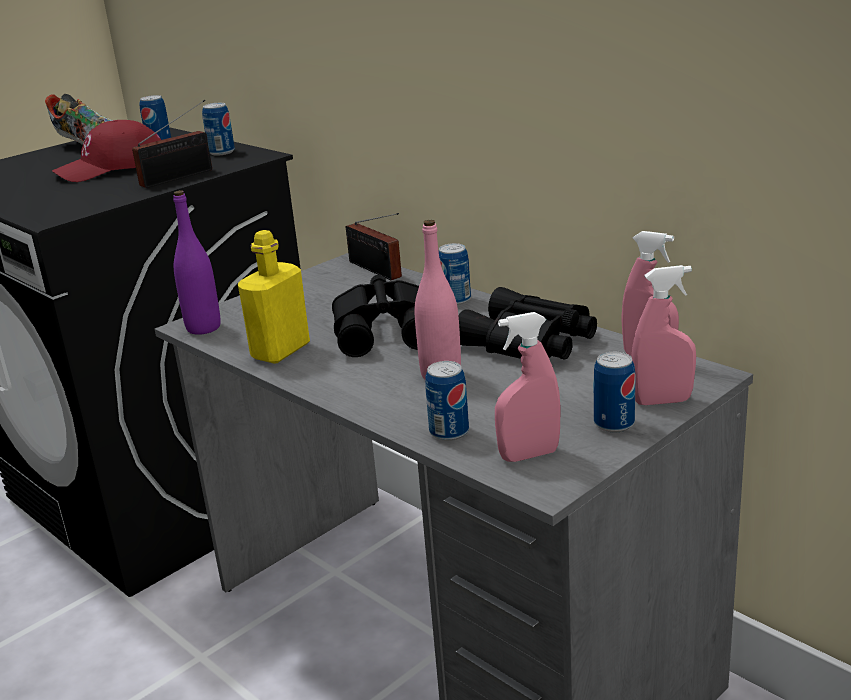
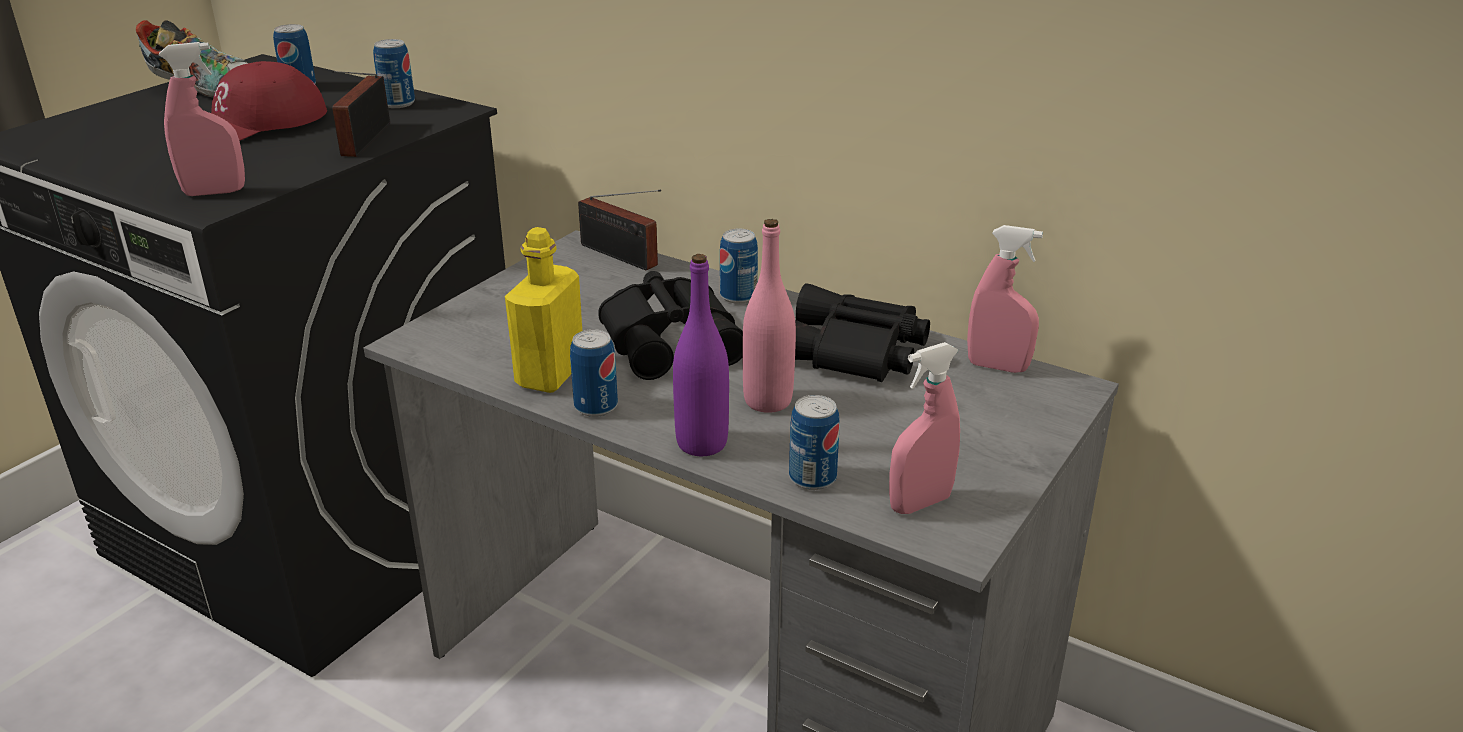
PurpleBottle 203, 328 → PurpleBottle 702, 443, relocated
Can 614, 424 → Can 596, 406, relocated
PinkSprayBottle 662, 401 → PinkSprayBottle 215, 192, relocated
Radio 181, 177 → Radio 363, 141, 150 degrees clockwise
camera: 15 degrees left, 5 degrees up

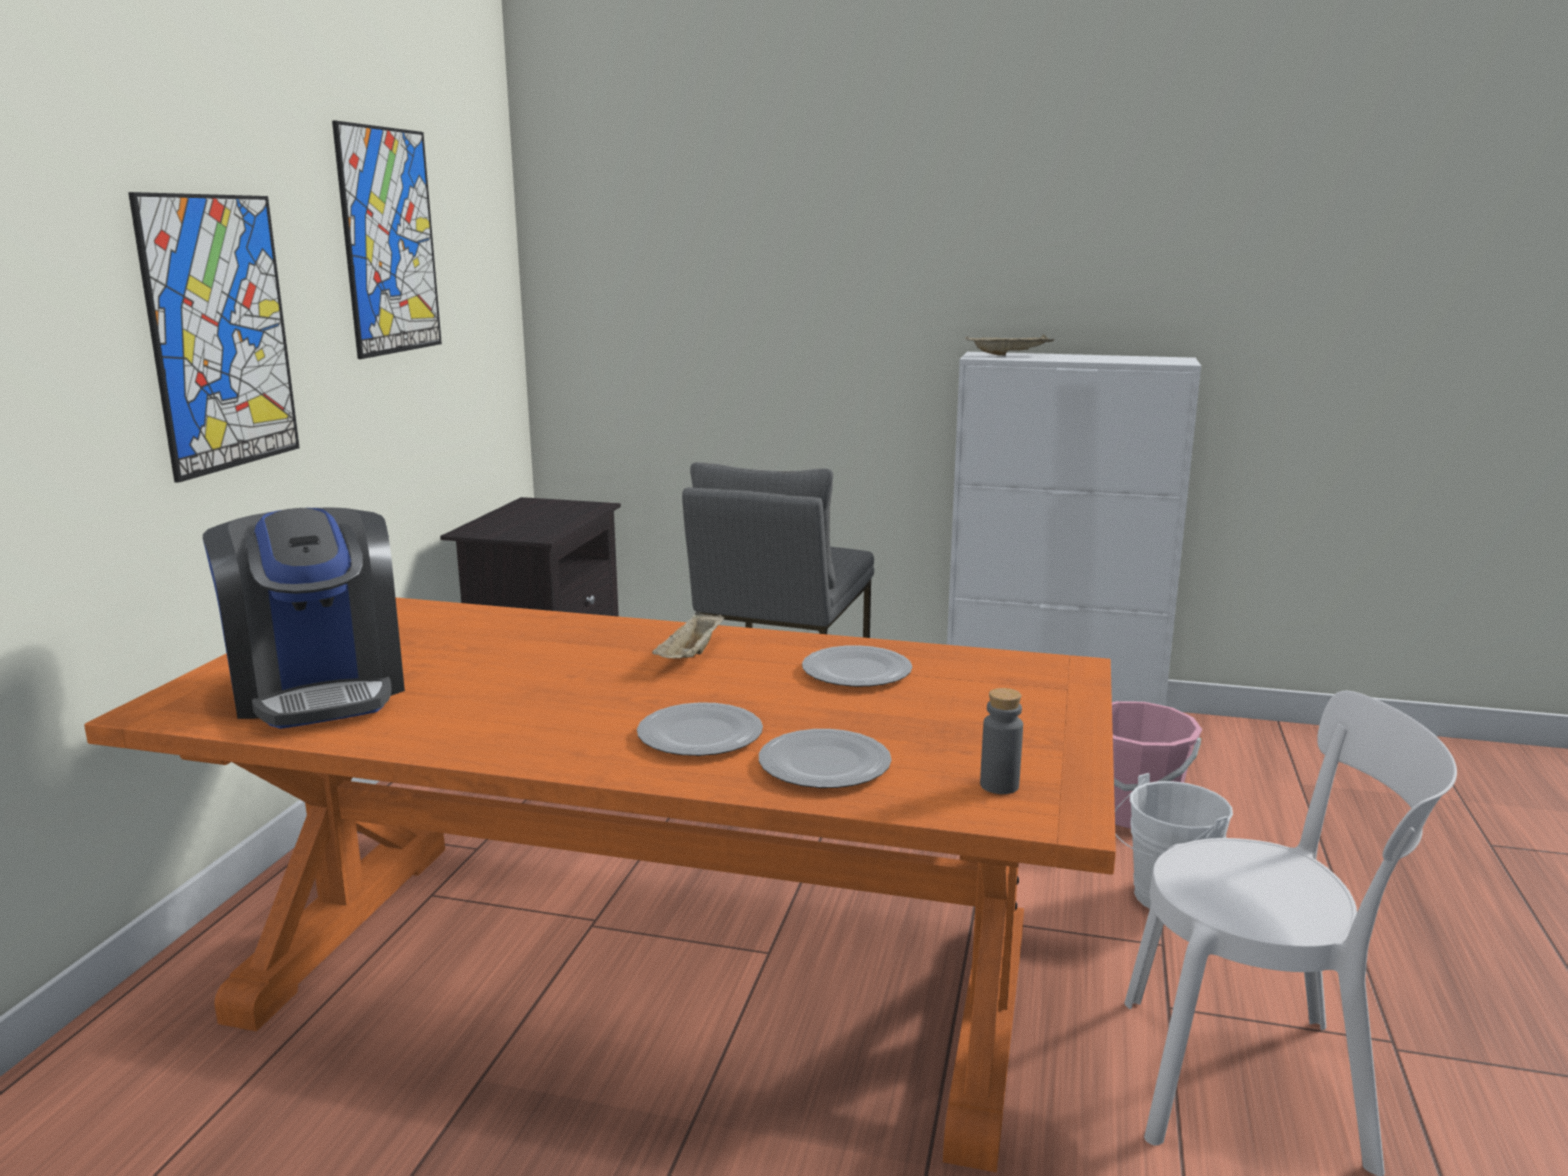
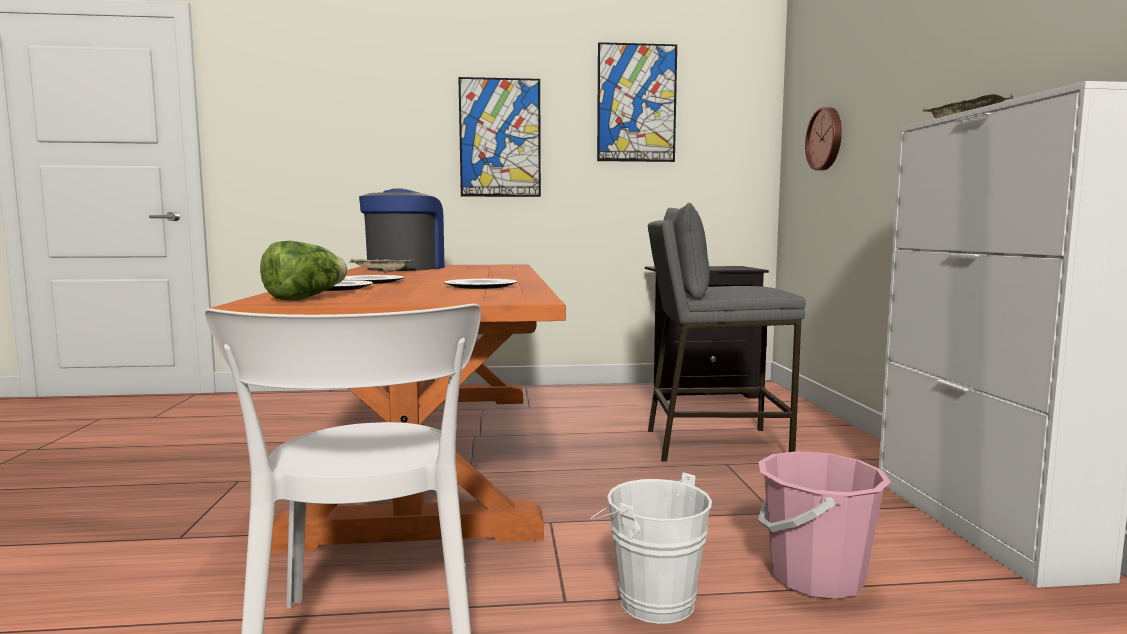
- → WallClock 826, 139
BeigeTray 691, 656 → BeigeTray 380, 272, relocated
GreyBottle 999, 785 → Lettuce 305, 298
CoffeeMachine 319, 689 → CoffeeMachine 406, 268, 150 degrees clockwise
camera: 70 degrees right, 10 degrees down

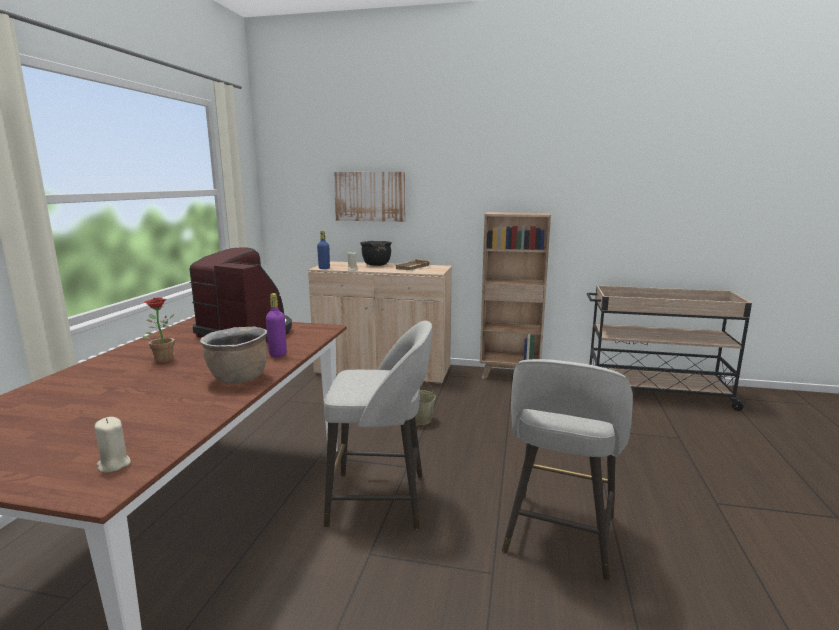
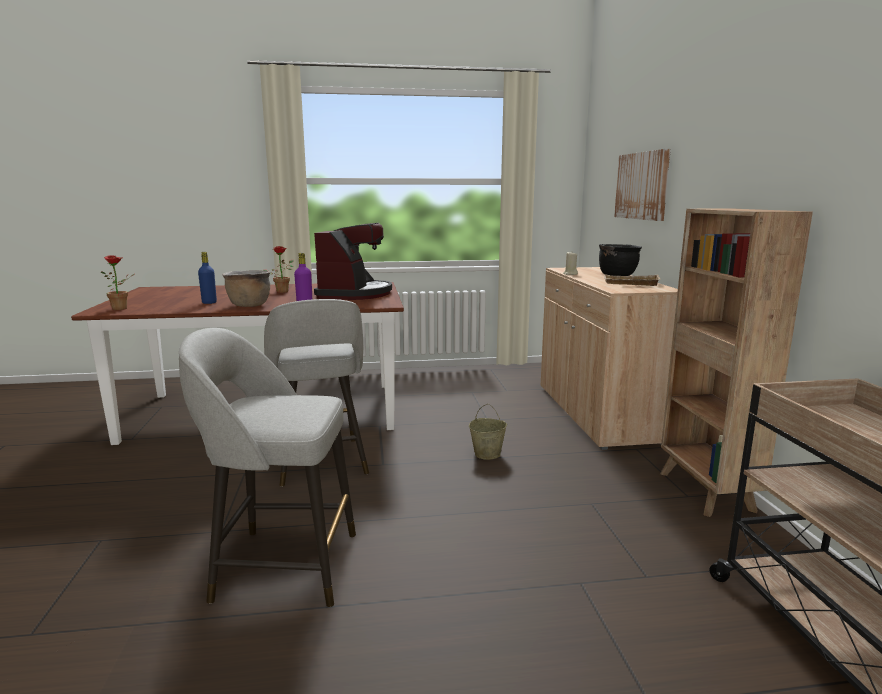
BlueBottle 324, 268 → BlueBottle 209, 302, relocated
BeigeCandle 114, 464 → PottedPlant 123, 308
camera: 70 degrees right, 0 degrees up

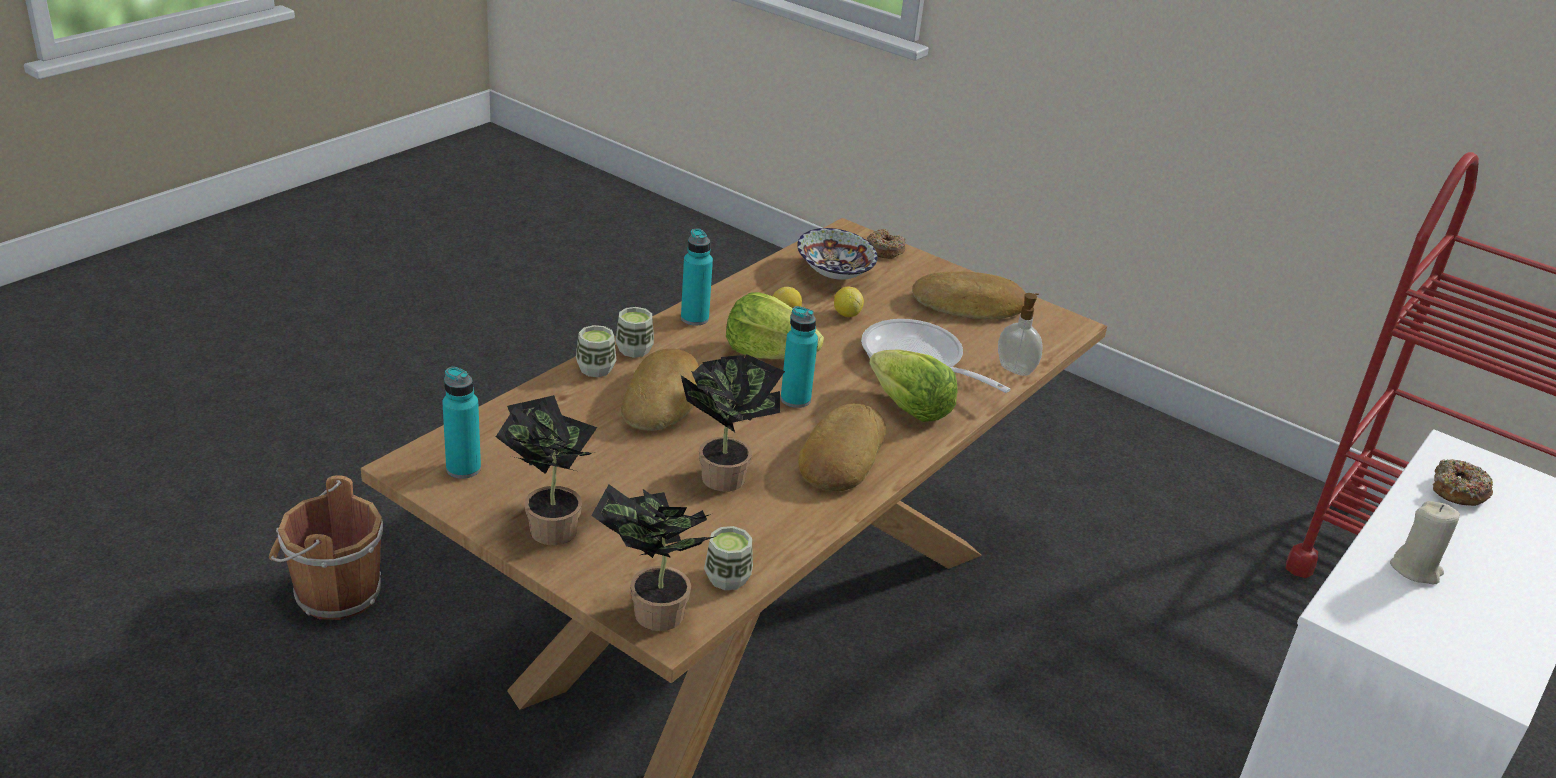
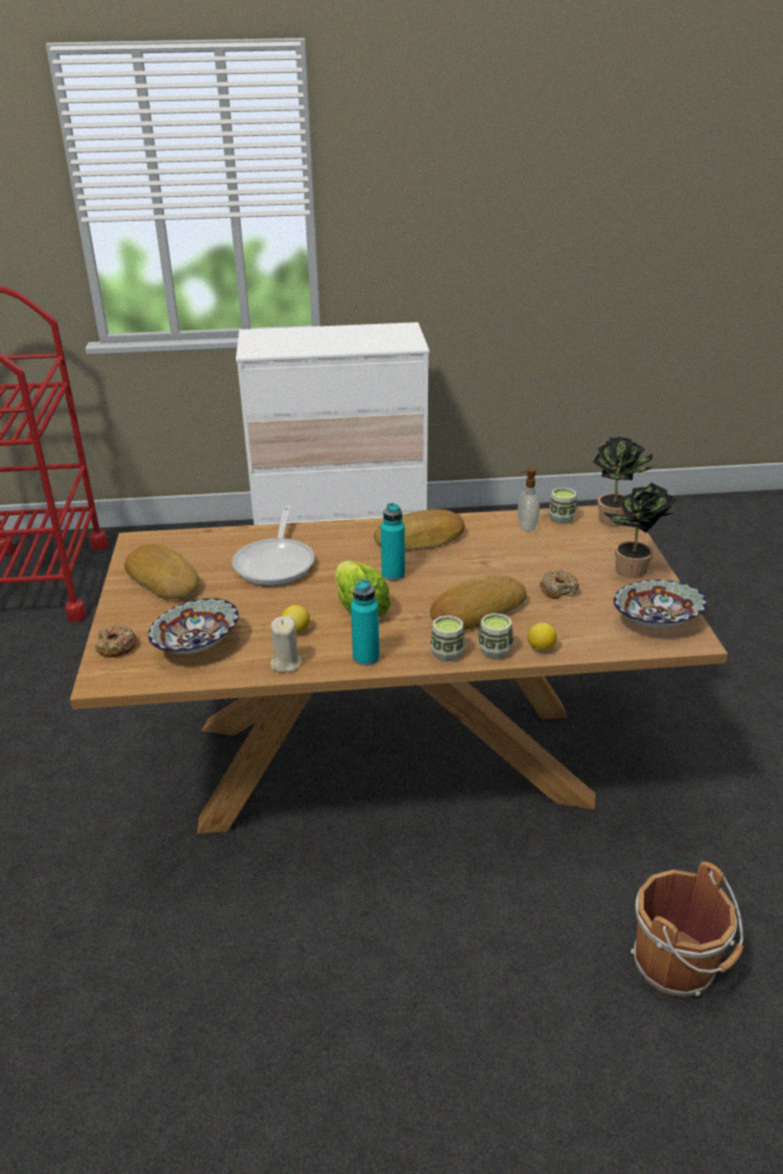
PottedPlant 725, 474 → -
Lettuce 909, 408 → -
Lemon 846, 314 → Lemon 541, 648, relocated
SoapDispenser 1016, 369 → SoapDispenser 526, 527, relocated
BeigeCandle 1416, 569 → BeigeCandle 285, 663, relocated
Donut 1457, 491 → Donut 558, 590, relocated
TurquoiseBottle 463, 468 → Bowl 656, 622
camera: 130 degrees left, 0 degrees up

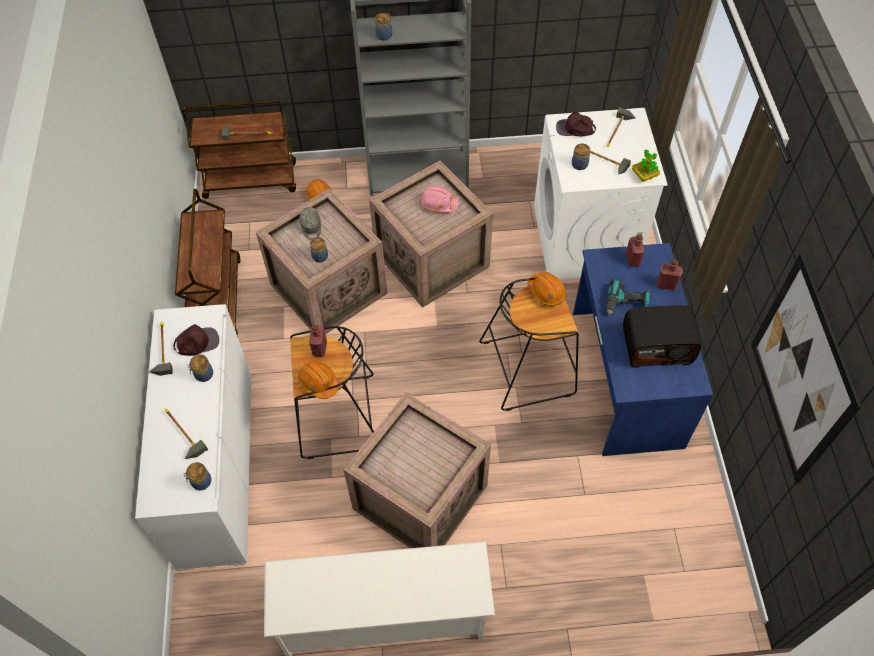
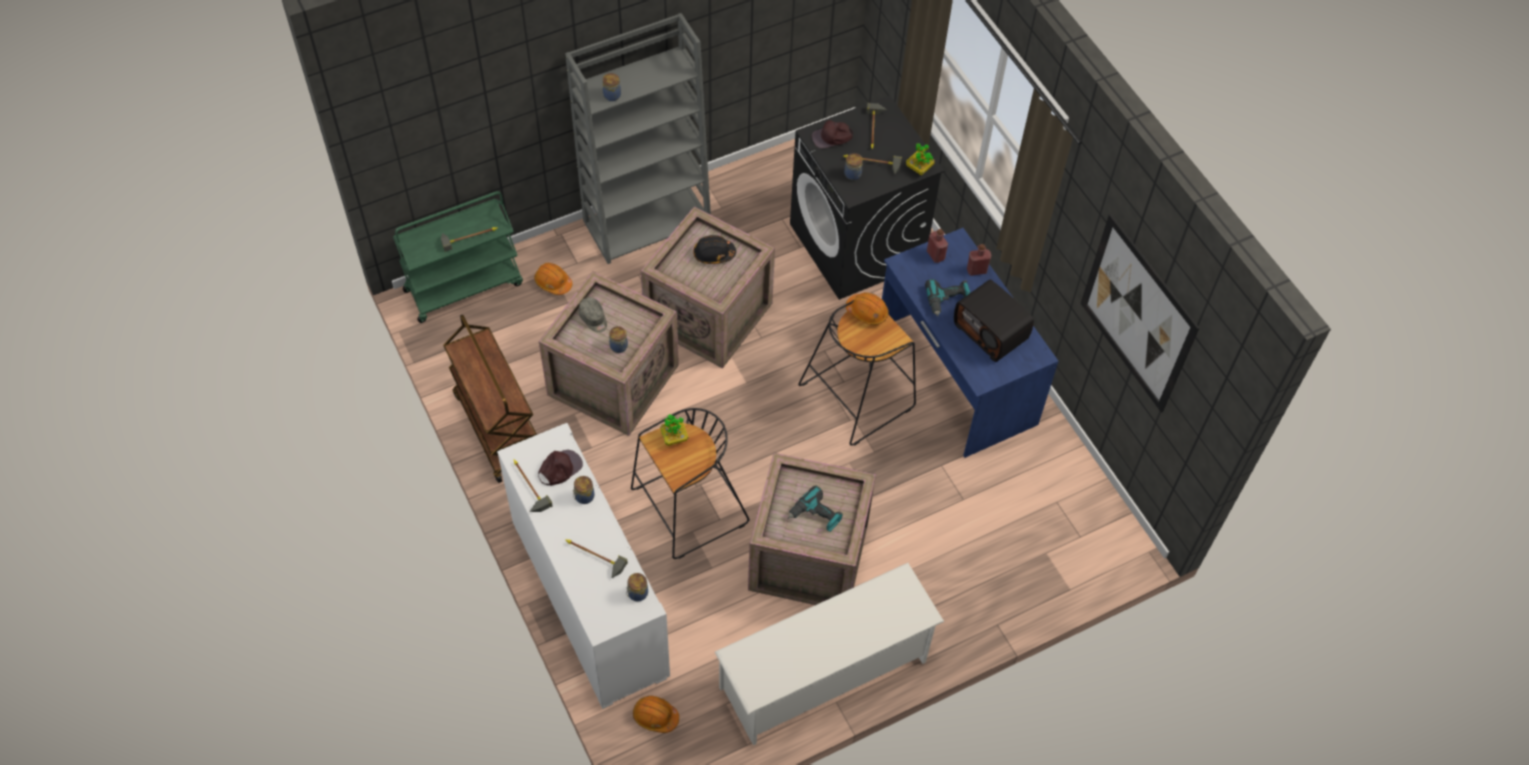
- → PowerDrill 815, 516
OrangeHardHat 319, 382 → OrangeHardHat 655, 716, relocated
RedBottle 319, 349 → PottedPlant 674, 437
BrownCart 251, 180 → GreenCart 464, 286
PinkHardHat 438, 204 → BlackHardHat 713, 254
WhiteWashingMachine 585, 240 → BlackWashingMachine 857, 245
Radio 657, 346 → Radio 991, 331, 75 degrees clockwise
camera: 25 degrees left, 0 degrees up

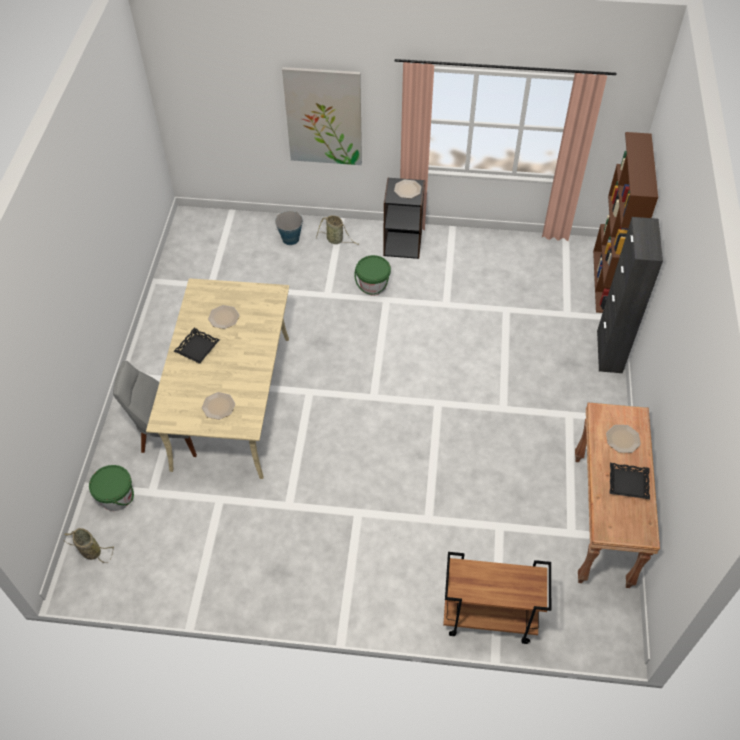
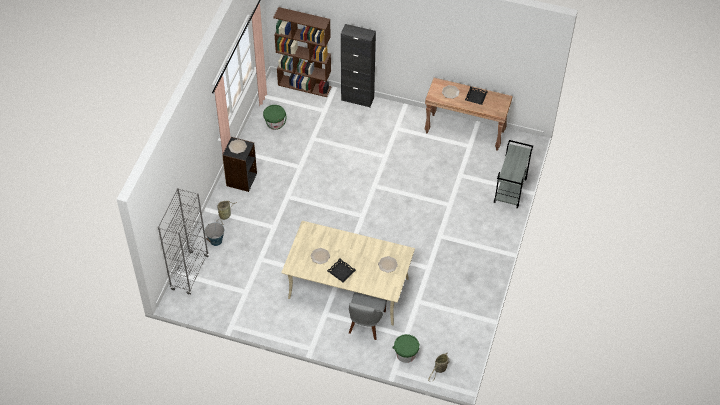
Picture 324, 117 → -
- → GreyBookcase 189, 272
GreenBucket 373, 285 → GreenBucket 275, 123, relocated
BrownCart 488, 617 → GreyCart 510, 191
camera: 80 degrees left, 0 degrees up

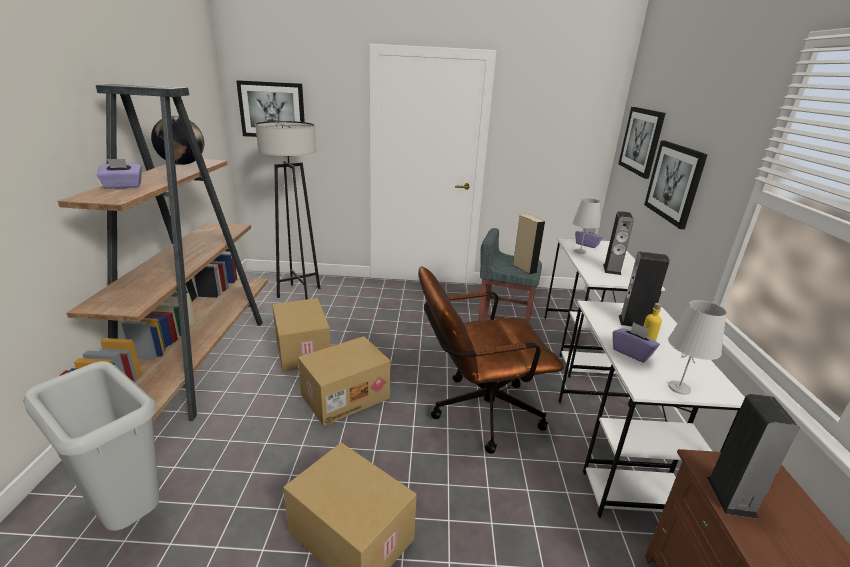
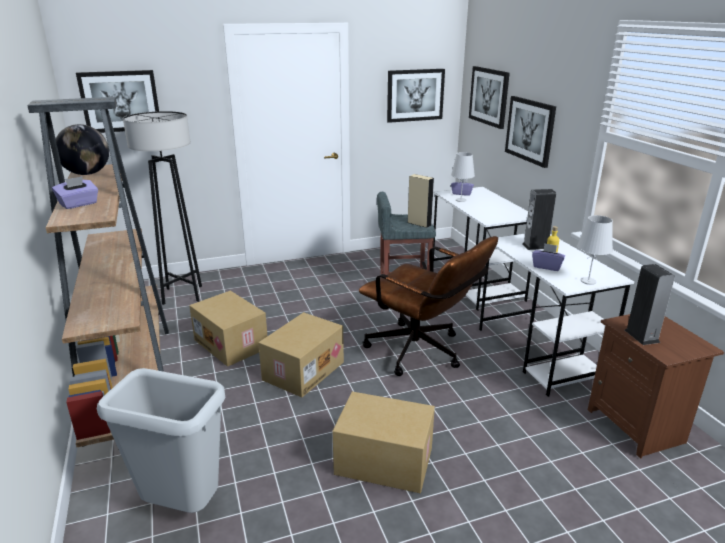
Speaker 612, 269 → -
- → Picture 415, 95
BrownOfficeChair 476, 412 → BrownOfficeChair 422, 353, 105 degrees counterclockwise
camera: 20 degrees left, 0 degrees up

